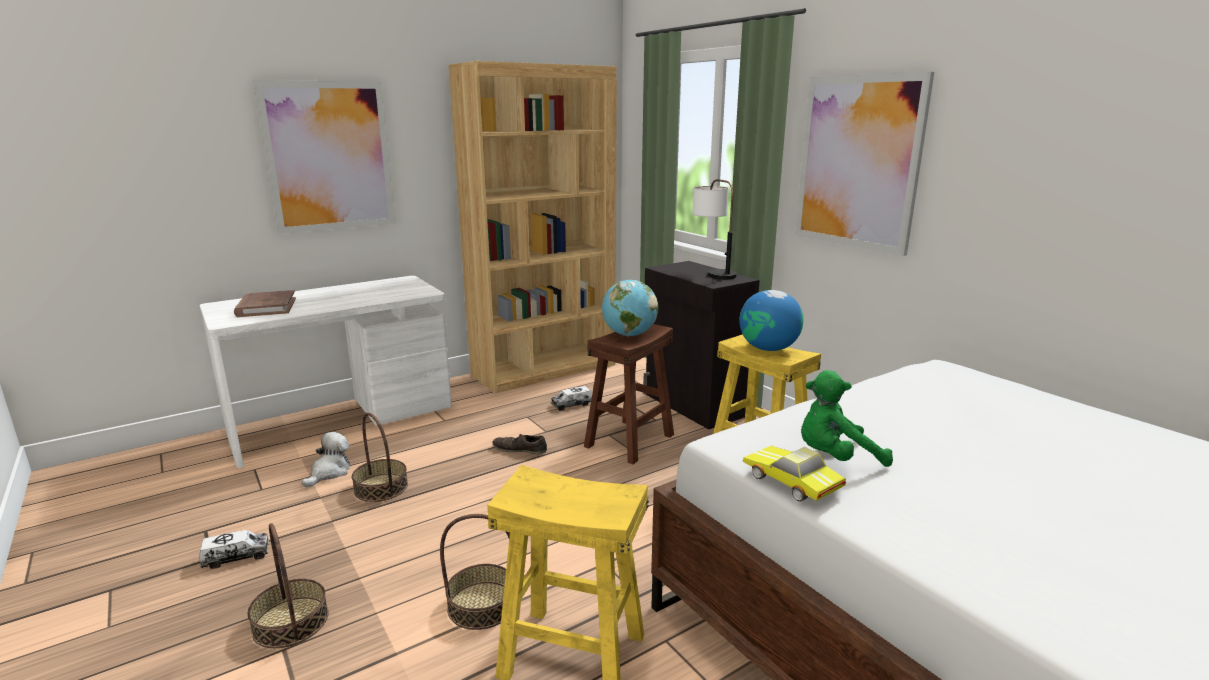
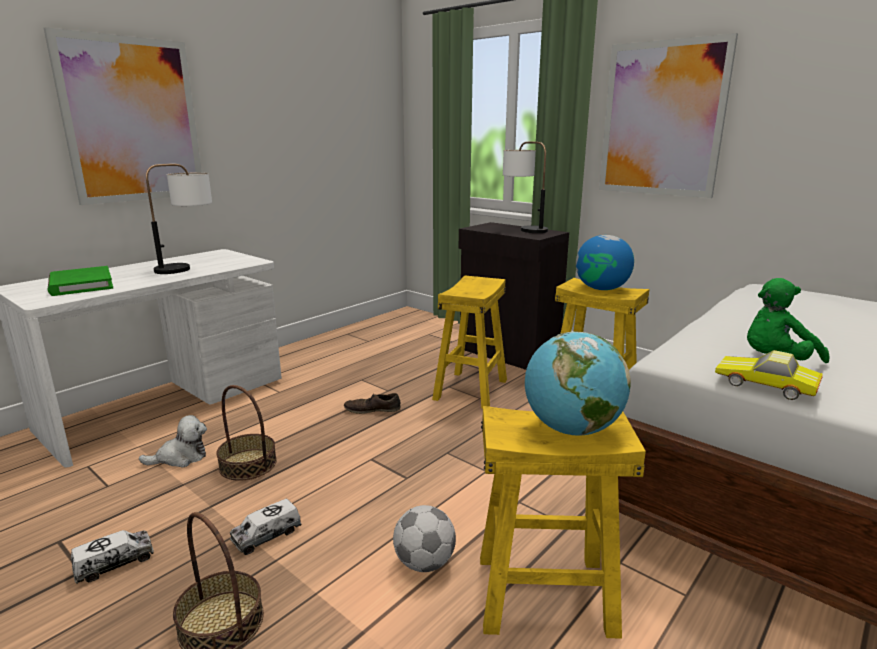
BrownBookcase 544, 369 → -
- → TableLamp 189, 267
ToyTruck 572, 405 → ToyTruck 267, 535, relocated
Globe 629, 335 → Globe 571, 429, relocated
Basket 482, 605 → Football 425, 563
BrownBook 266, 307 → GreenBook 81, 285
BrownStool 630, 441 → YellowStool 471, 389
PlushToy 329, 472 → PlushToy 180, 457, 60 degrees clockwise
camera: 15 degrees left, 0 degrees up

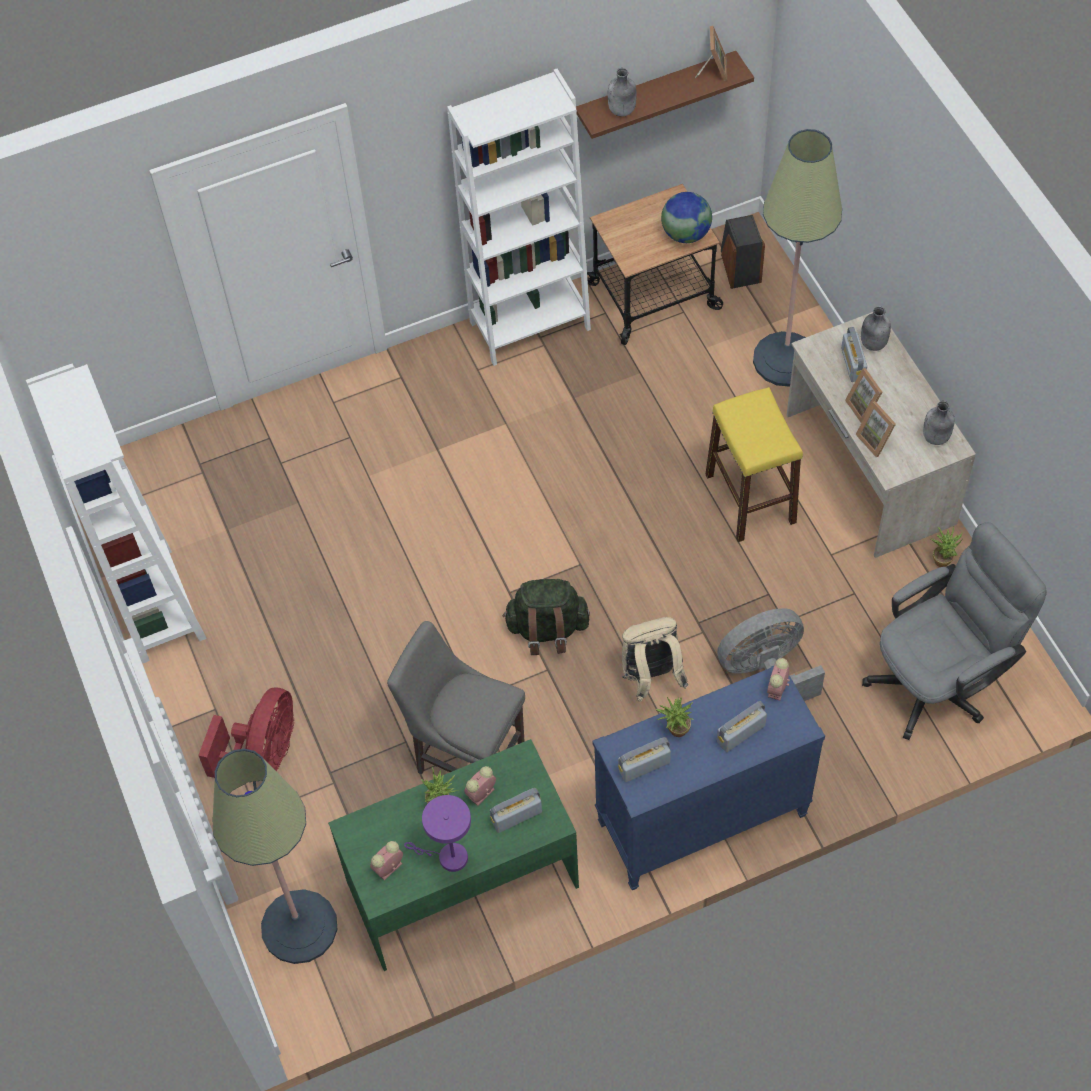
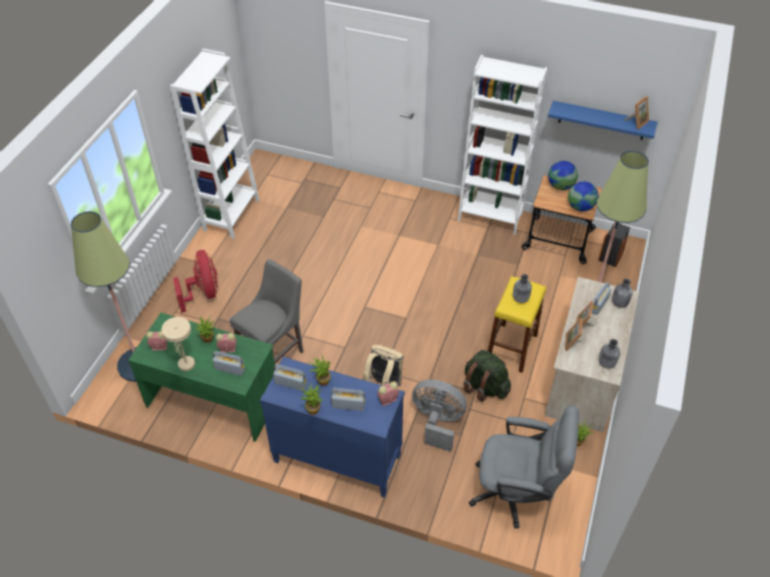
- → PottedPlant 313, 408
- → Globe 560, 186
GreenBackpack 547, 629 → GreenBackpack 485, 387, relocated
GreyBottle 622, 111 → GreyBottle 520, 299, relocated
PurpleTableLamp 448, 857 → BeigeTableLamp 185, 362
BrownShelf 655, 93 → BlueShelf 602, 120
RedFan 264, 754 → RedFan 203, 293, 75 degrees counterclockwise
GreyChair 466, 754 → GreyChair 275, 353, 60 degrees clockwise
camera: 40 degrees right, 10 degrees down

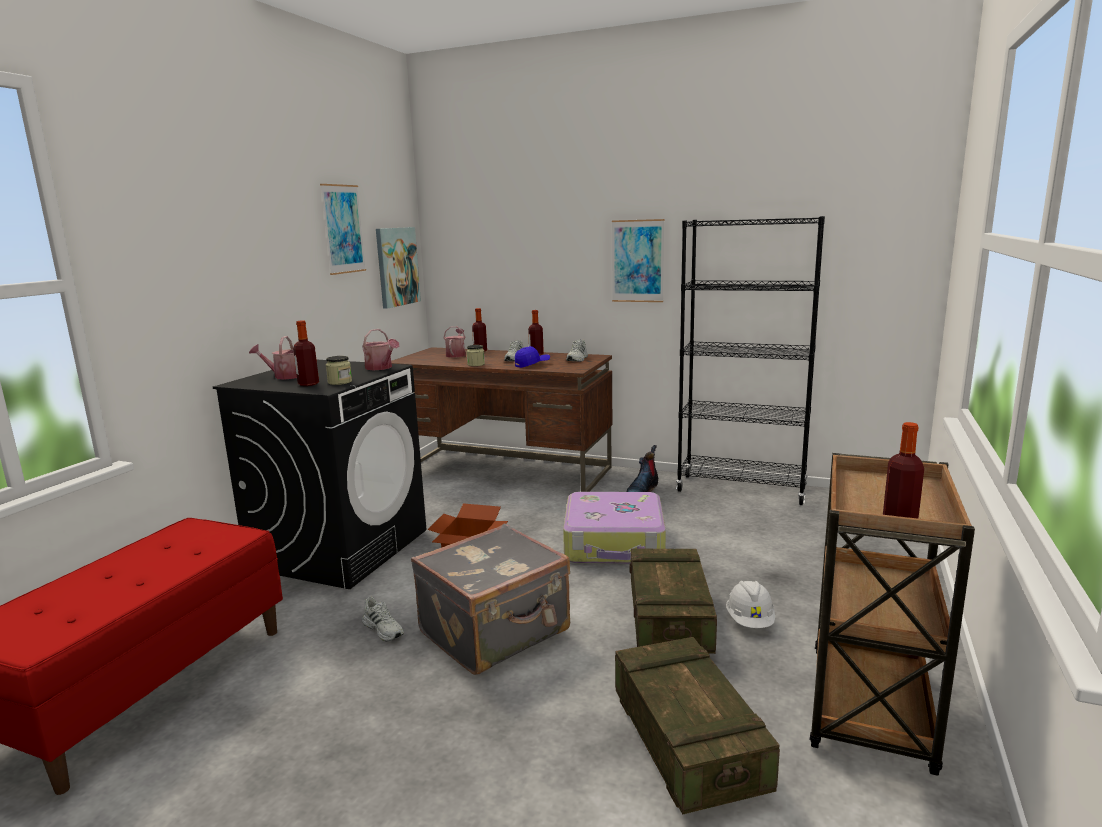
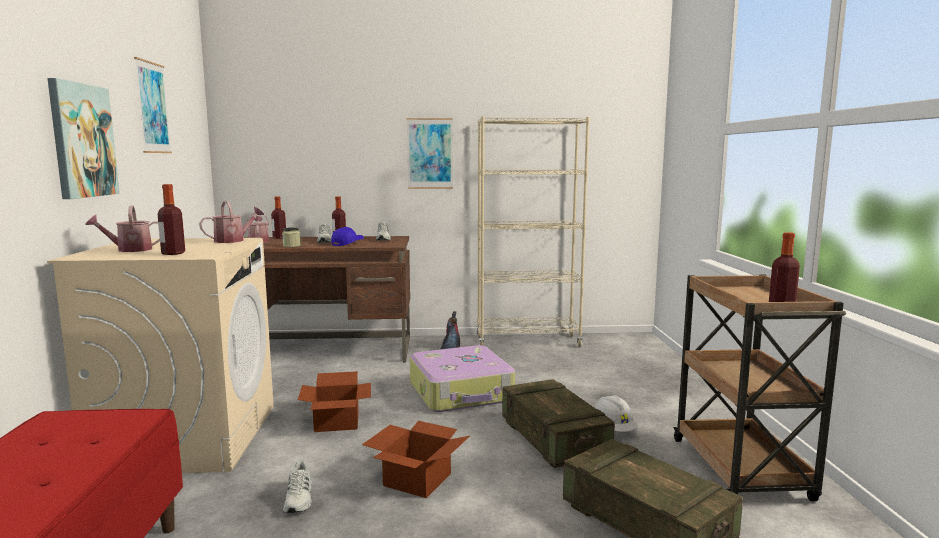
Jar 340, 382 → -
Picture 397, 266 → Picture 82, 141, relocated
GreySuitcase 496, 632 → CardboardBox 416, 478
BlackWashingMachine 340, 548 → BeigeWashingMachine 188, 437
BlackBookcase 741, 490 → BeigeBookcase 528, 342
WateringCan 381, 368 → WateringCan 233, 240, 60 degrees counterclockwise
WhiteShoe 384, 629 → WhiteShoe 299, 499, 60 degrees clockwise
camera: 25 degrees left, 5 degrees down

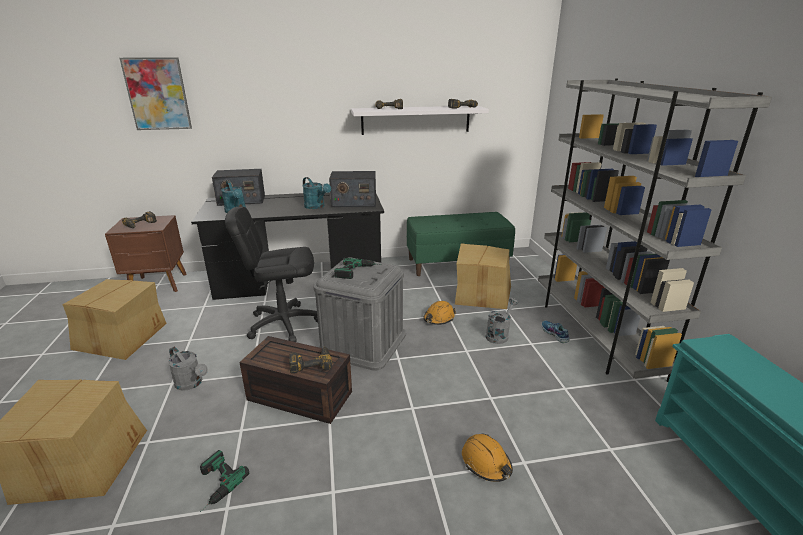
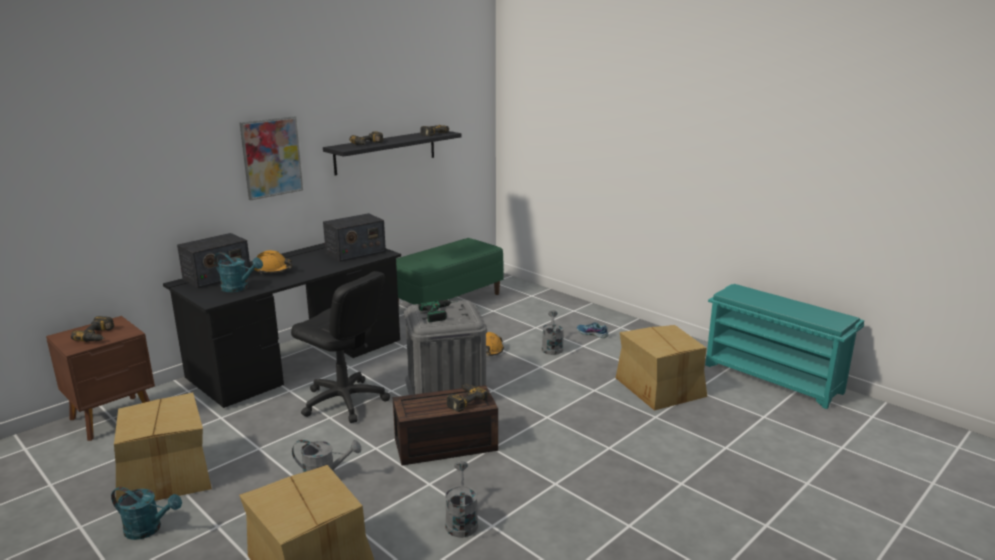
GreyBookcase 595, 334 → -
Picture 157, 94 → Picture 271, 157, relocated
TurquoiseWateringCan 316, 207 → TurquoiseWateringCan 149, 529, relocated
CardboardBox 481, 294 → CardboardBox 660, 388, relocated
OrangeHardHat 486, 463 → OrangeHardHat 273, 270, relocated
PowerDrill 214, 485 → GreyWateringCan 461, 520
WhiteShelf 416, 120 → BlackShelf 386, 151
BlackOfficeChair 284, 323 → BlackOfficeChair 344, 401, 105 degrees counterclockwise
camera: 35 degrees left, 5 degrees down

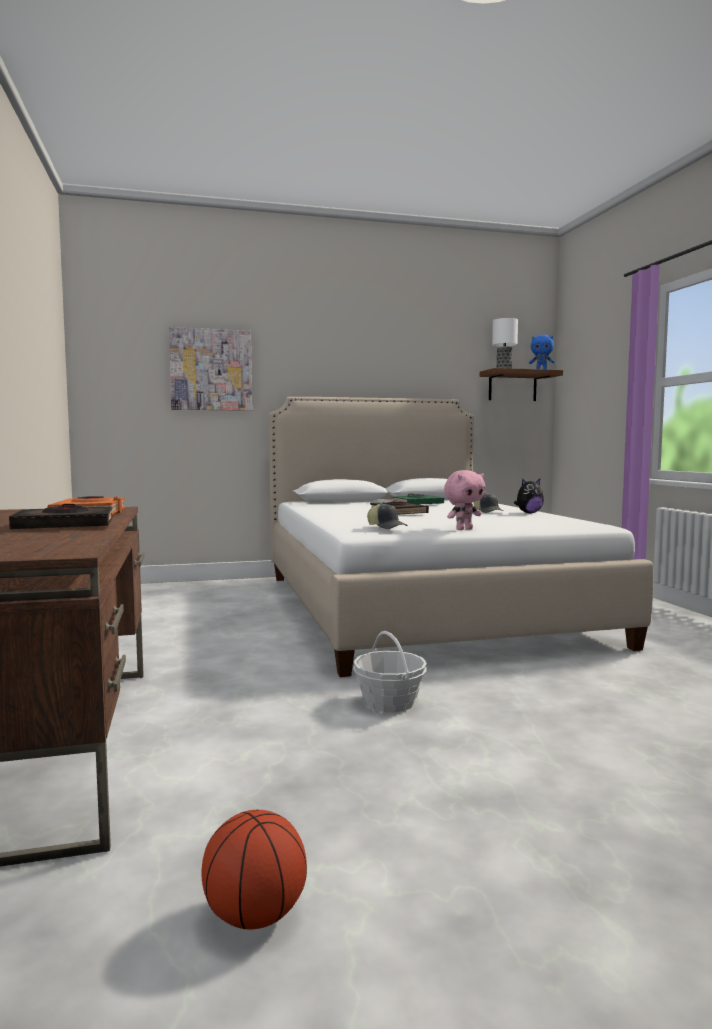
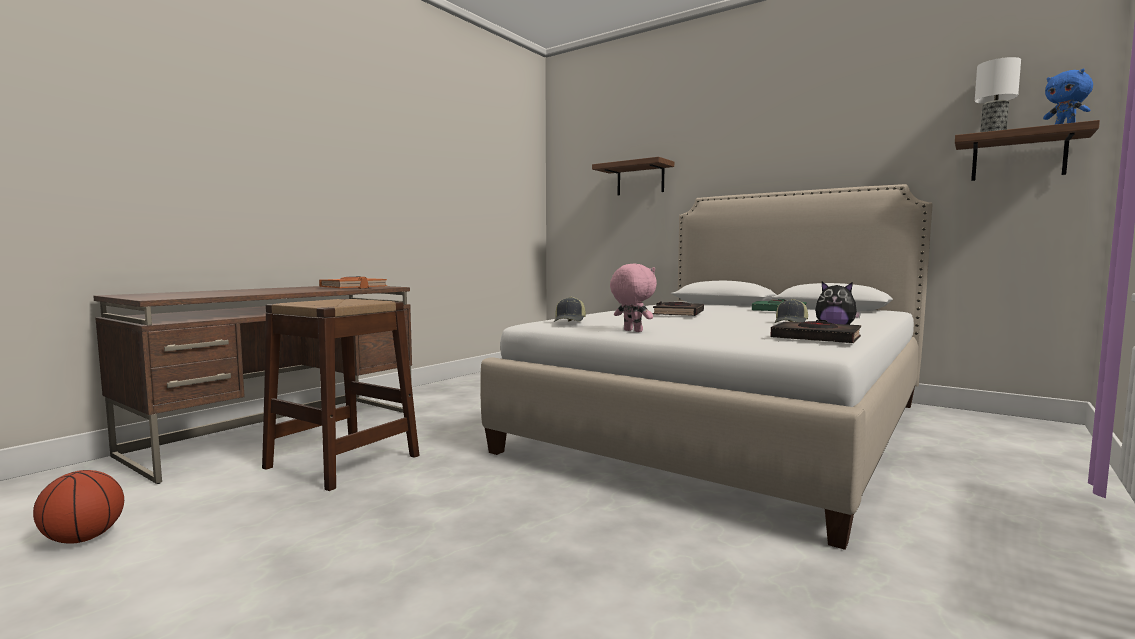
Basket 389, 702 → -
- → BrownStool 343, 461
BlackBook 65, 526 → BlackBook 816, 338, relocated
Picture 211, 370 → Shelf 640, 179
PinkPlushToy 464, 529 → PinkPlushToy 632, 331, 150 degrees counterclockwise
camera: 50 degrees right, 0 degrees up

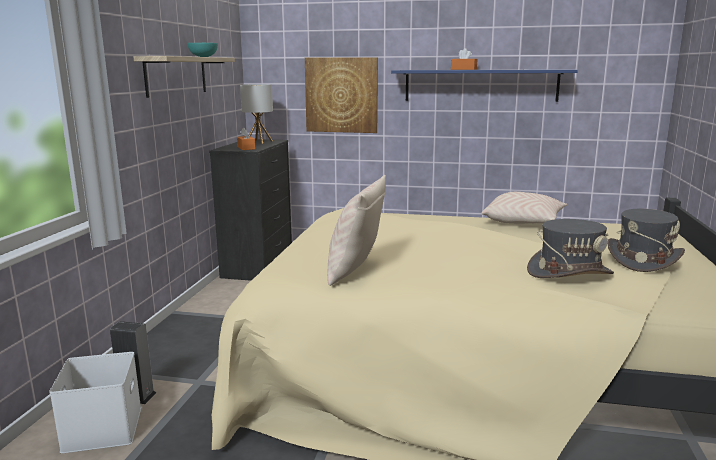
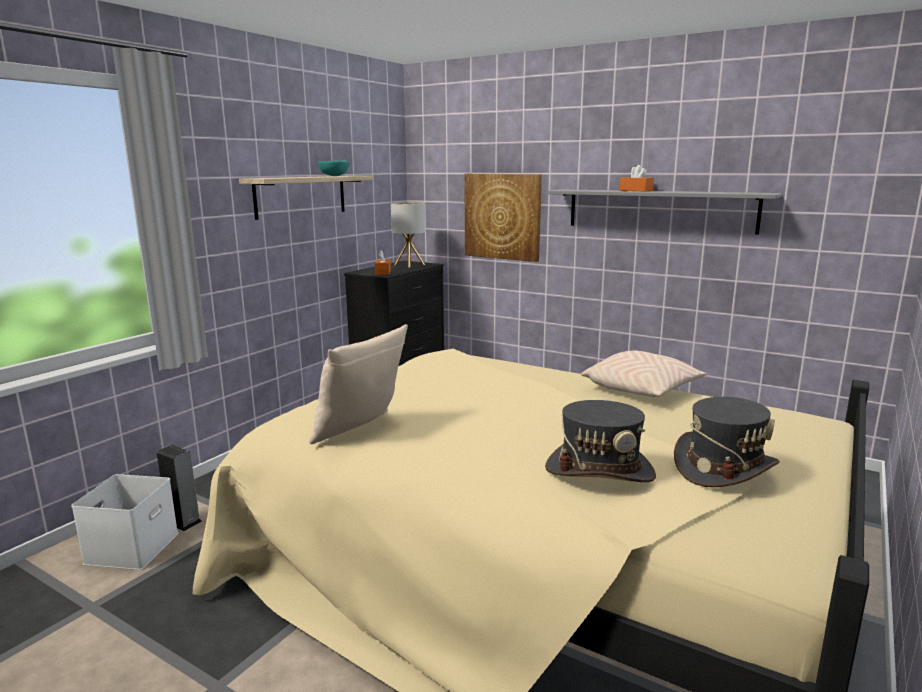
BlueShelf 480, 85 → GreyShelf 659, 210
camera: 20 degrees right, 0 degrees up

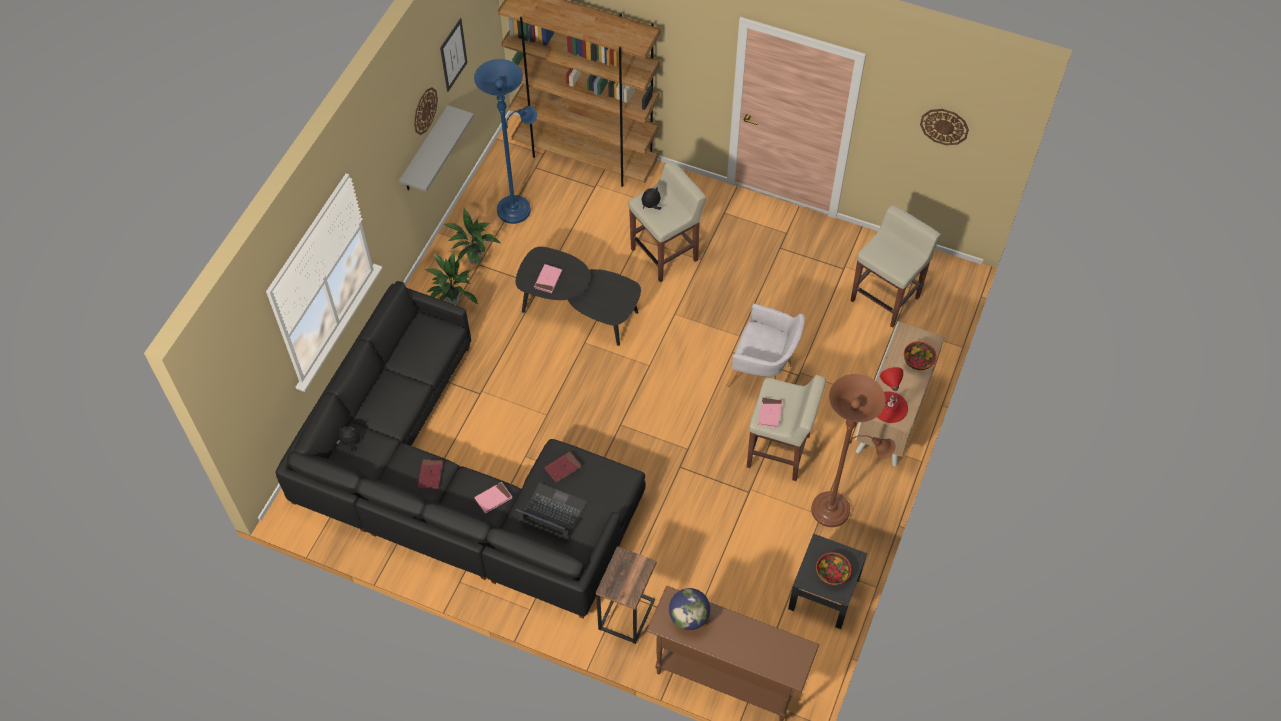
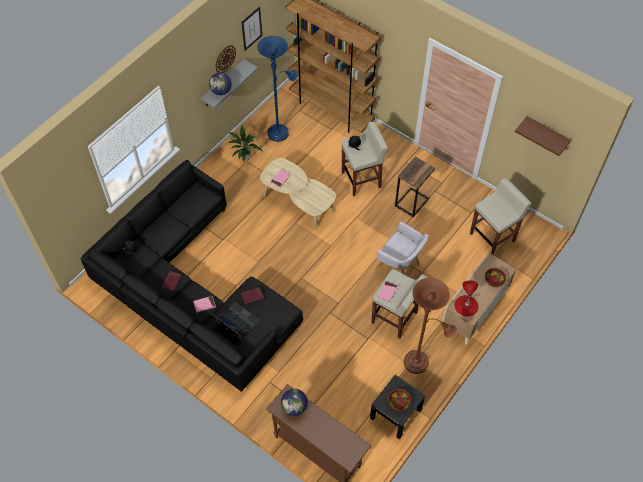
PottedPlant 453, 303 → -
- → Globe 221, 91
SideTable 625, 614 → SideTable 411, 202, relocated
WallClock 944, 126 → BrownShelf 546, 133
BlackCoffeeTable 579, 310 → BeigeCoffeeTable 298, 202
camera: 15 degrees right, 0 degrees up

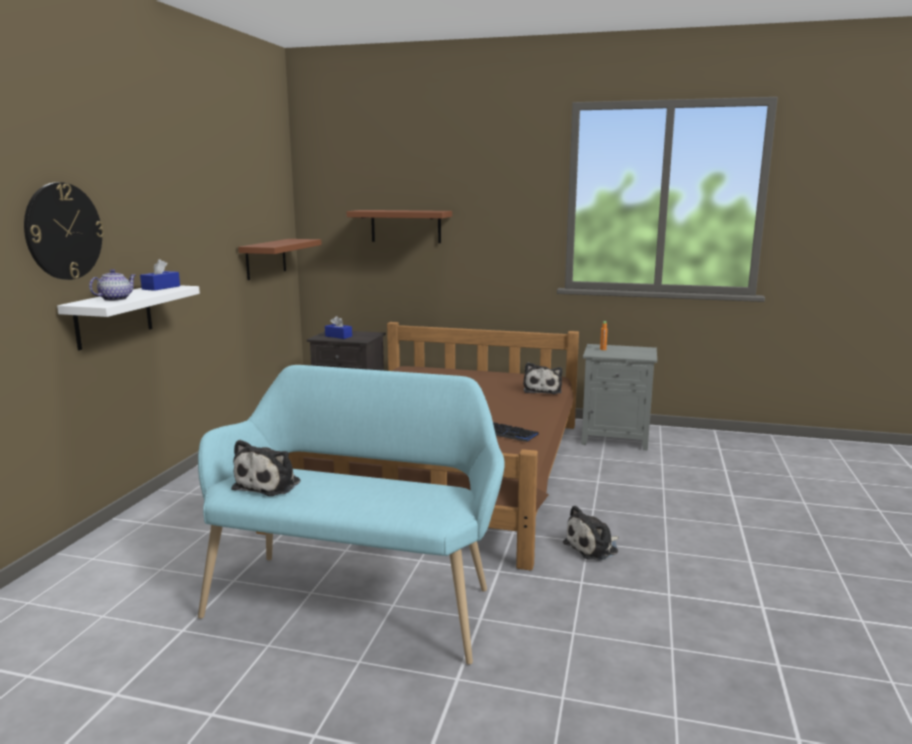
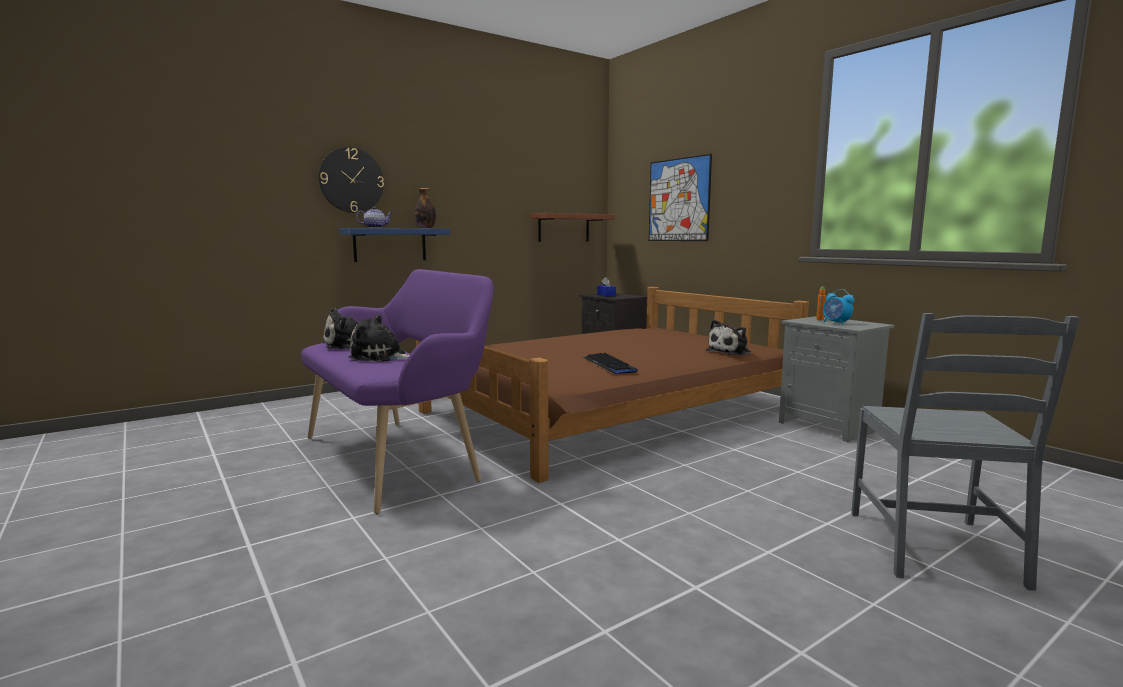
- → AlarmClock 836, 323
- → GreyChair 935, 548
PlushToy 593, 547 → PlushToy 381, 357, relocated
BlueTissueBox 161, 287 → Bottle 426, 228
BrownShelf 406, 226 → Picture 678, 200
WhiteShelf 114, 316 → BlueShelf 390, 245
TurquoiseBench 357, 597 → PurpleBench 398, 457
camera: 40 degrees right, 5 degrees down

